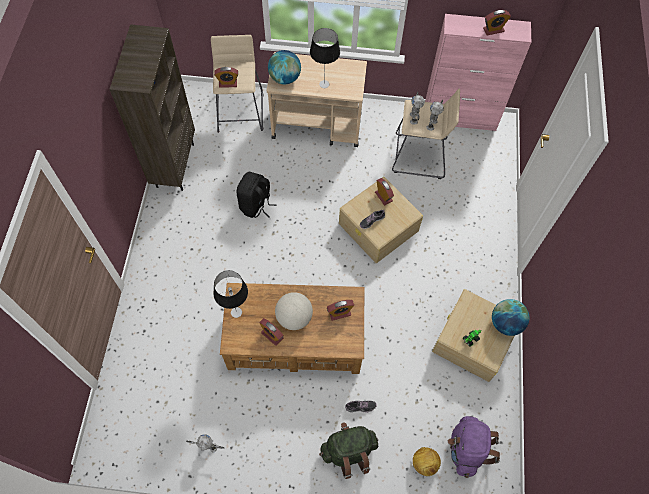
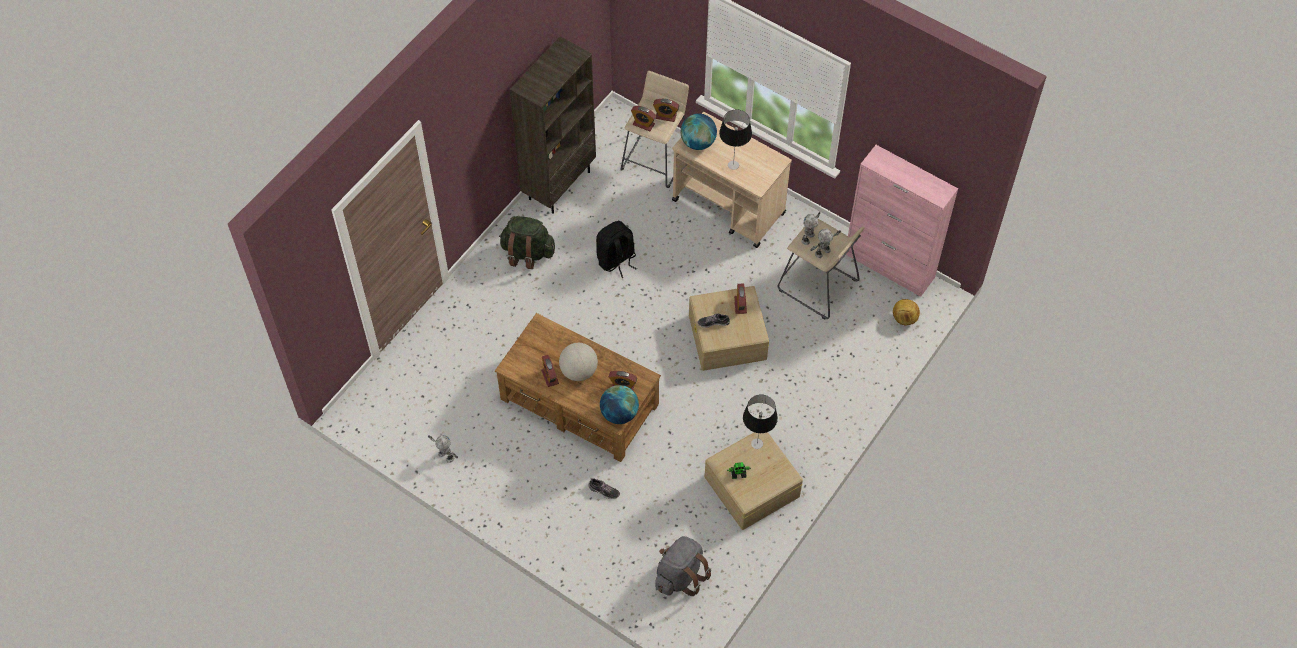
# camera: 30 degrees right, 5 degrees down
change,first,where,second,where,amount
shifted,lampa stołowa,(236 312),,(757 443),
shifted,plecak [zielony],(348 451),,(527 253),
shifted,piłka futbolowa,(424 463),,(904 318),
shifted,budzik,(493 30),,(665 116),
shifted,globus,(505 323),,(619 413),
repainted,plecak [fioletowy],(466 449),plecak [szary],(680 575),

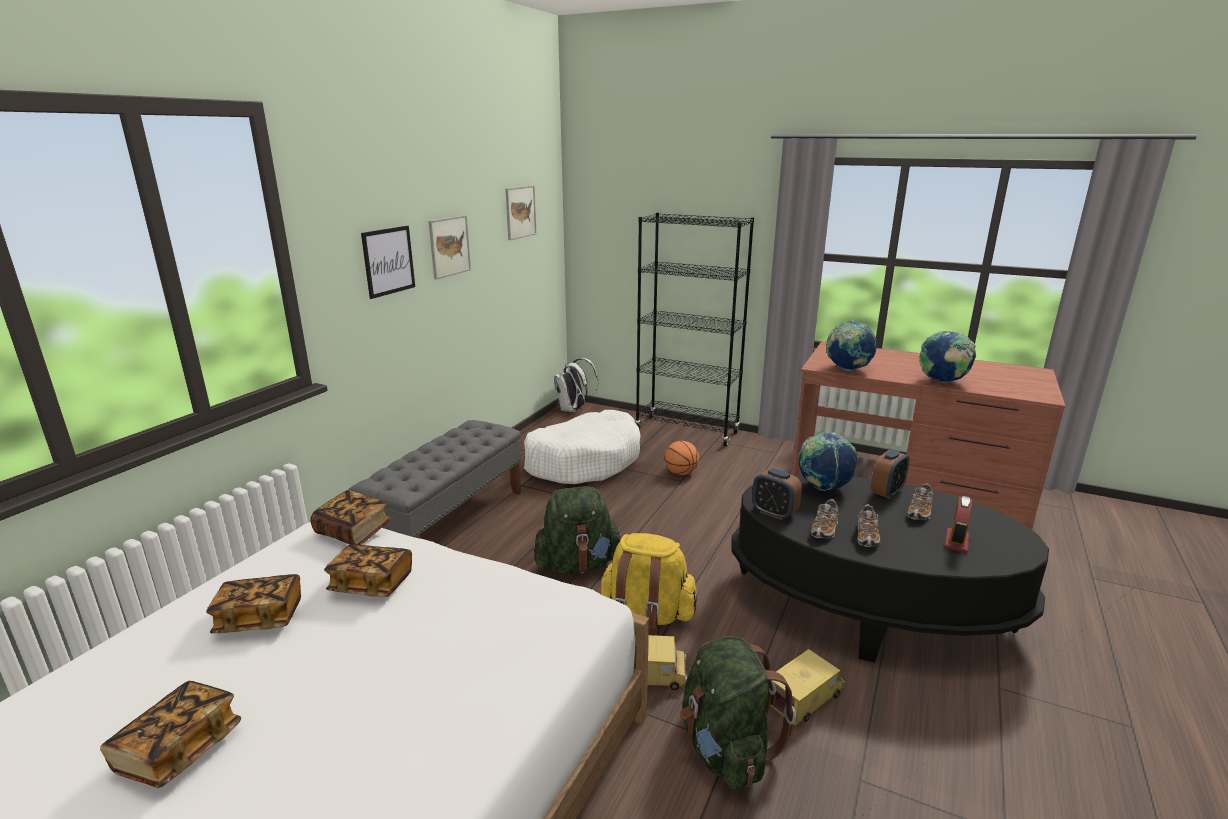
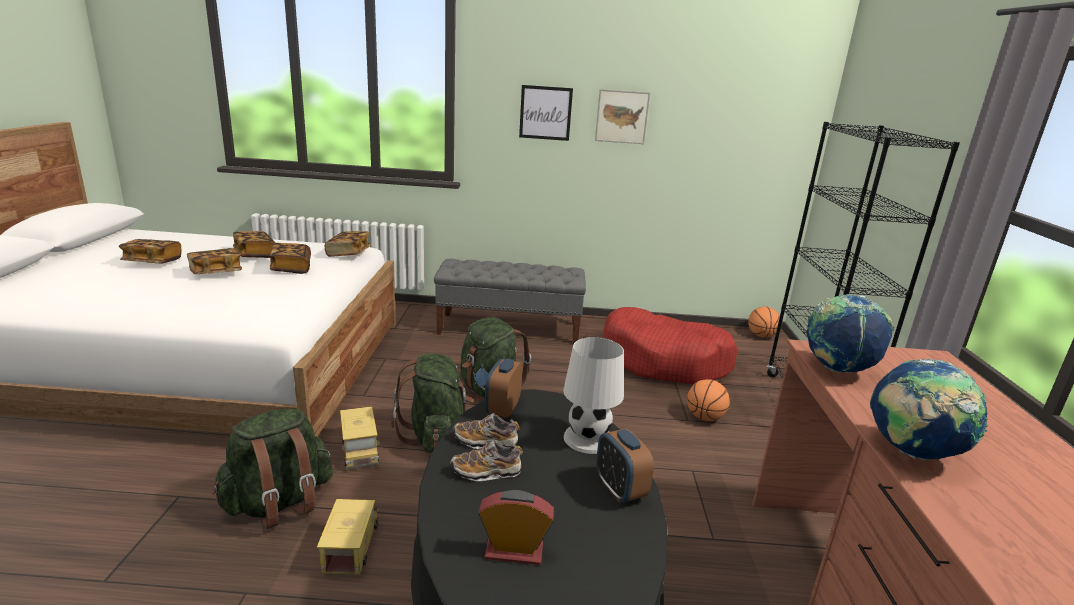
# camera: 65 degrees right, 0 degrees up
change,first,where,second,where,amount
gone,obraz,(520 212),,,
gone,but,(919 511),,,
new,,,książka,(216 272),
swapped,plecak [biały],(573 410),piłka do koszykówki,(761 336),
swapped,globus,(823 488),lampa stołowa [biały],(588 438),
repainted,legowisko [biały],(584 461),legowisko [czerwony],(664 361),
repainted,plecak [żółty],(646 616),plecak [zielony],(435 436),
rotated,ciężarówka zabawkowa,(804 698),,(350 546),120 degrees counterclockwise
rotated,budzik,(887 492),,(620 489),45 degrees clockwise

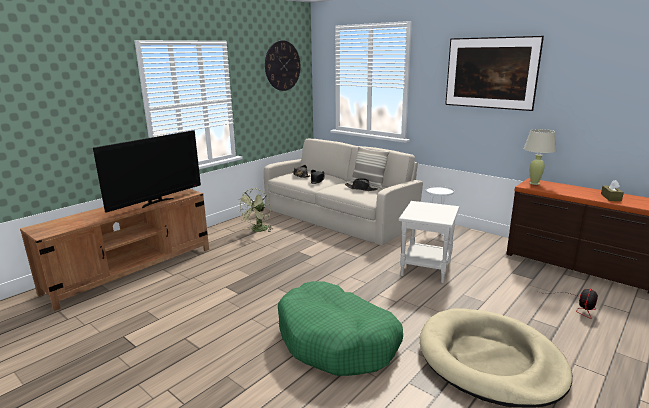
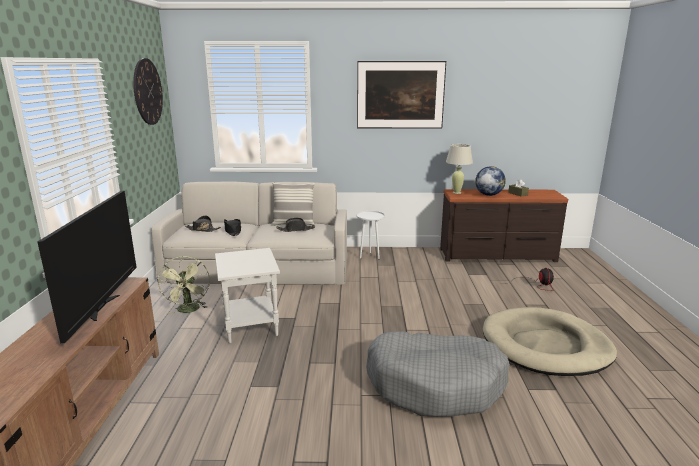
# camera: 40 degrees left, 0 degrees up
change,first,where,second,where,amount
new,,,globus,(488 195),
shifted,stolik [biały],(425 268),,(249 326),
repainted,legowisko [zielony],(337 340),legowisko [szary],(435 384),

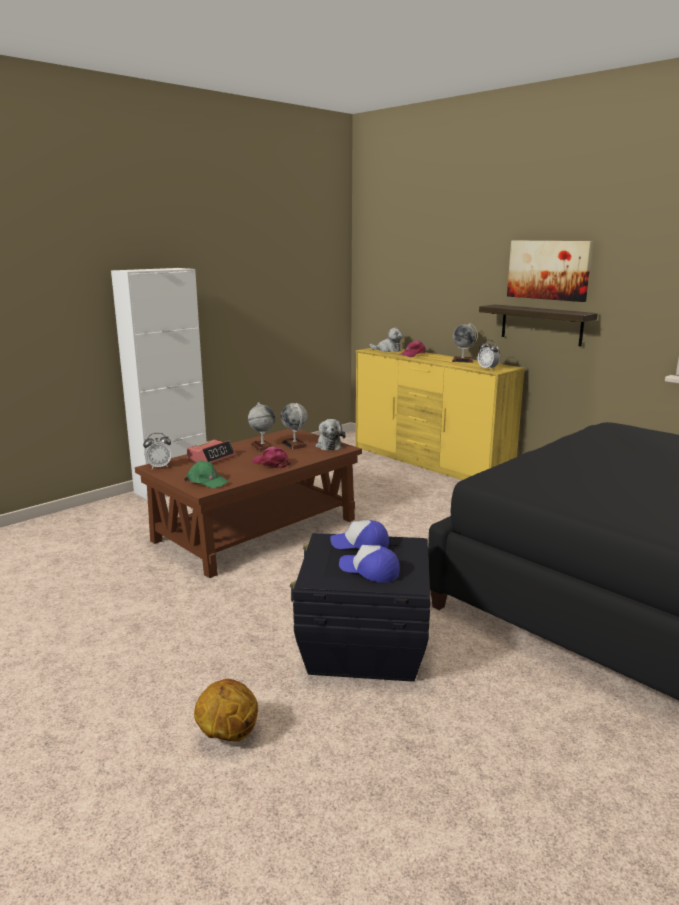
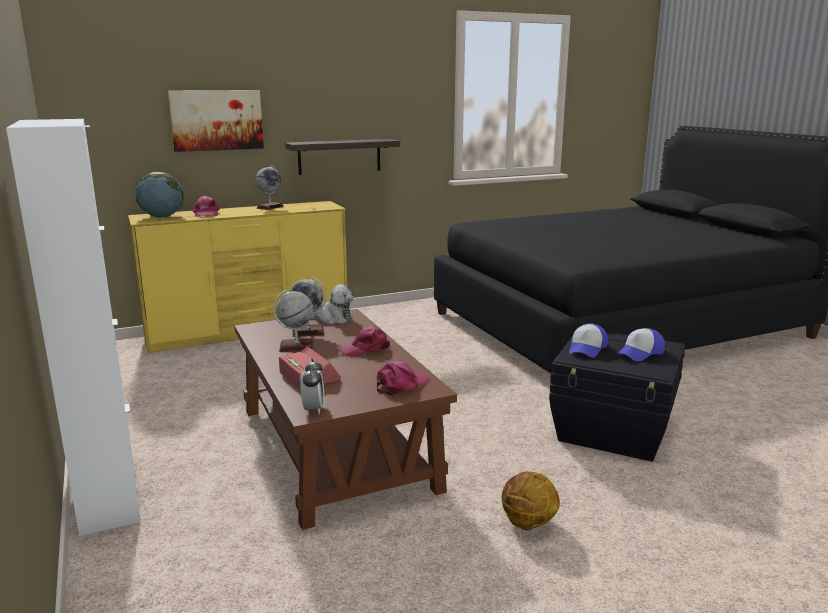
# camera: 70 degrees left, 0 degrees up
change,first,where,second,where,amount
gone,budzik,(487 369),,,
shifted,piłka do koszykówki,(227 735),,(527 524),
shifted,obraz,(548 270),,(217 120),
swapped,pluszak,(387 350),globus,(161 216),
repainted,czapka z daszkiem [zielony],(206 481),czapka z daszkiem [różowy],(401 385),

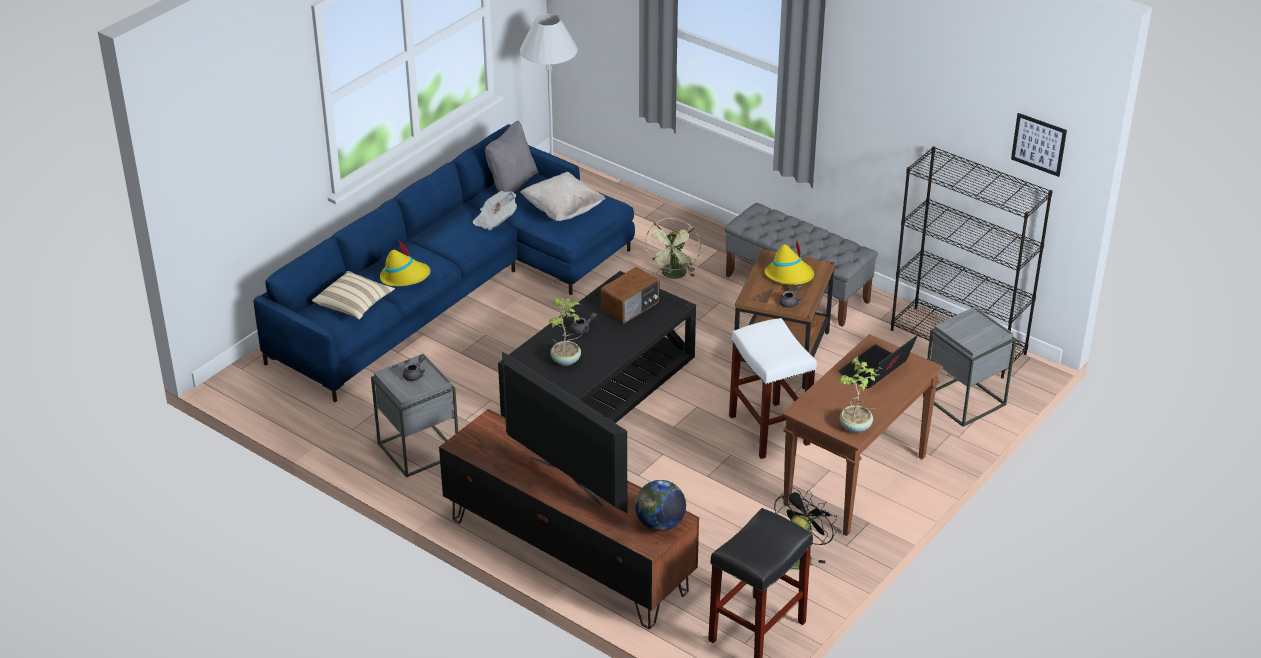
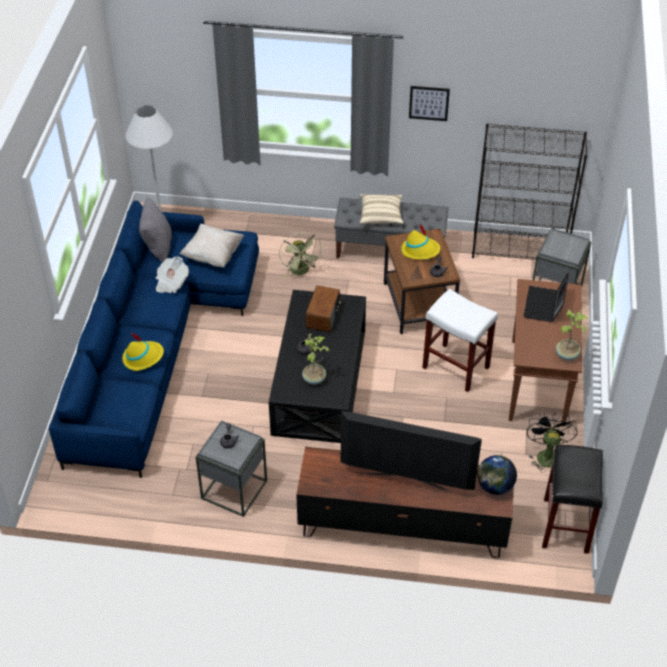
# camera: 30 degrees left, 10 degrees up
change,first,where,second,where,amount
shifted,poduszka [beżowy],(354 305),,(380 215),
shifted,obraz,(1039 144),,(429 103),

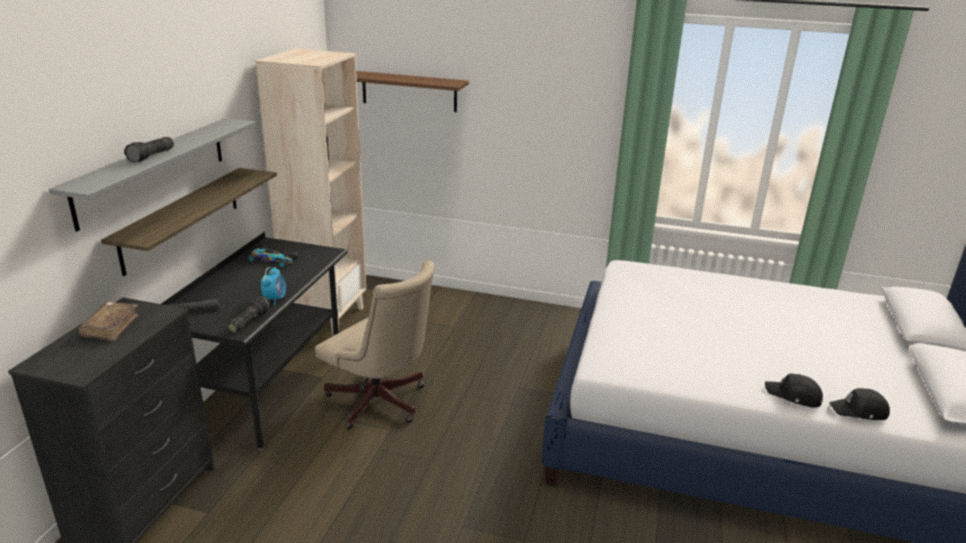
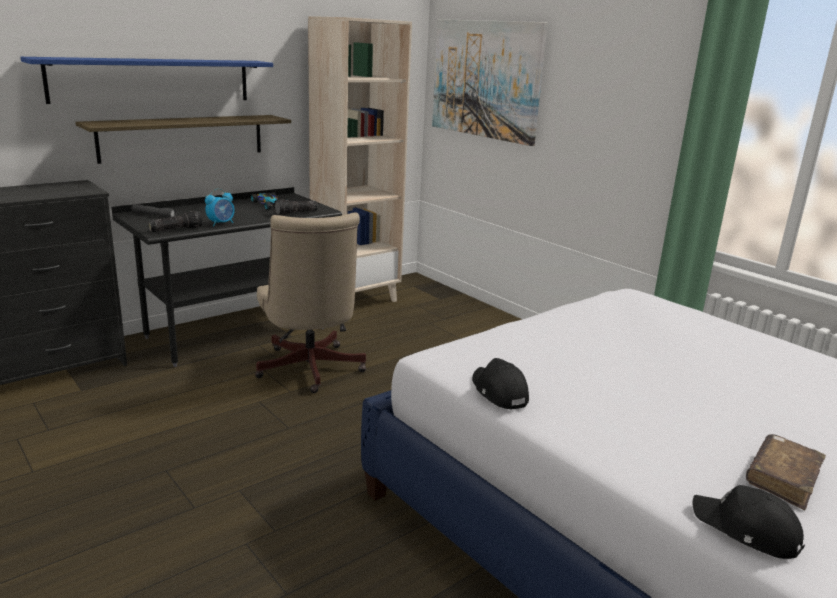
# camera: 35 degrees right, 5 degrees down
change,first,where,second,where,amount
shifted,książka [brązowy],(110 327),,(782 479),
shifted,latarka,(152 156),,(296 213),
shifted,czapka z daszkiem [czarny],(793 396),,(498 392),
swapped,półka [brązowy],(409 91),obraz,(485 79),
repainted,półka [szary],(153 169),półka [niebieski],(153 80),

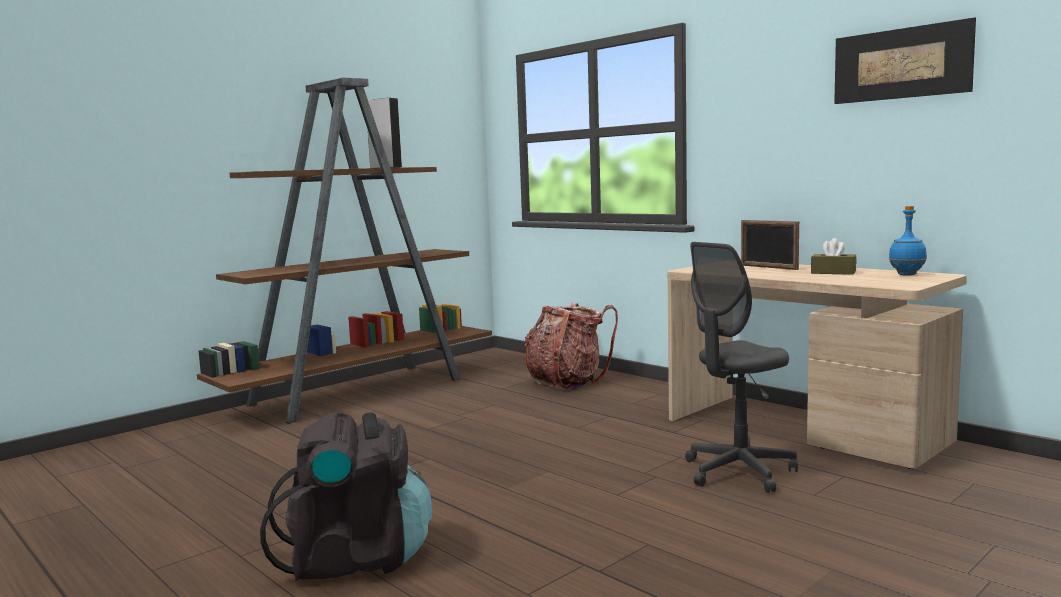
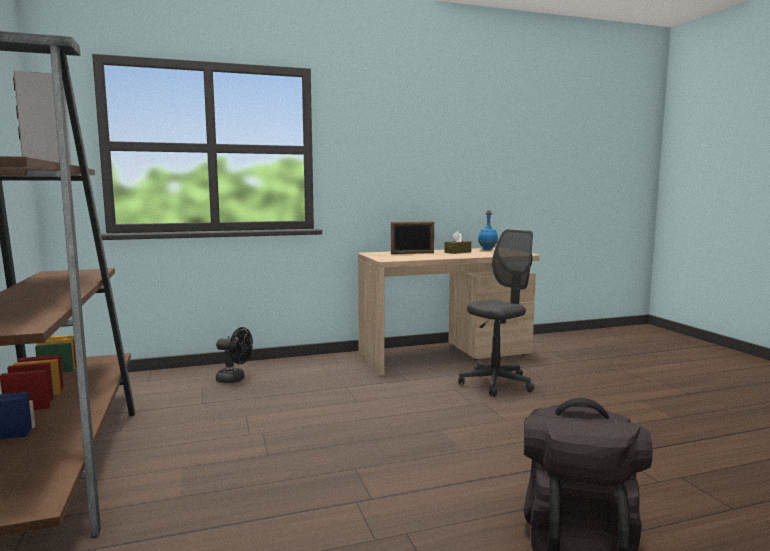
# camera: 65 degrees left, 0 degrees up
change,first,where,second,where,amount
gone,obraz,(901 63),,,
swapped,plecak,(567 381),wentylator [czarny],(235 379),
rotated,krzesło biurowe [szary],(738 472),,(496 384),120 degrees counterclockwise

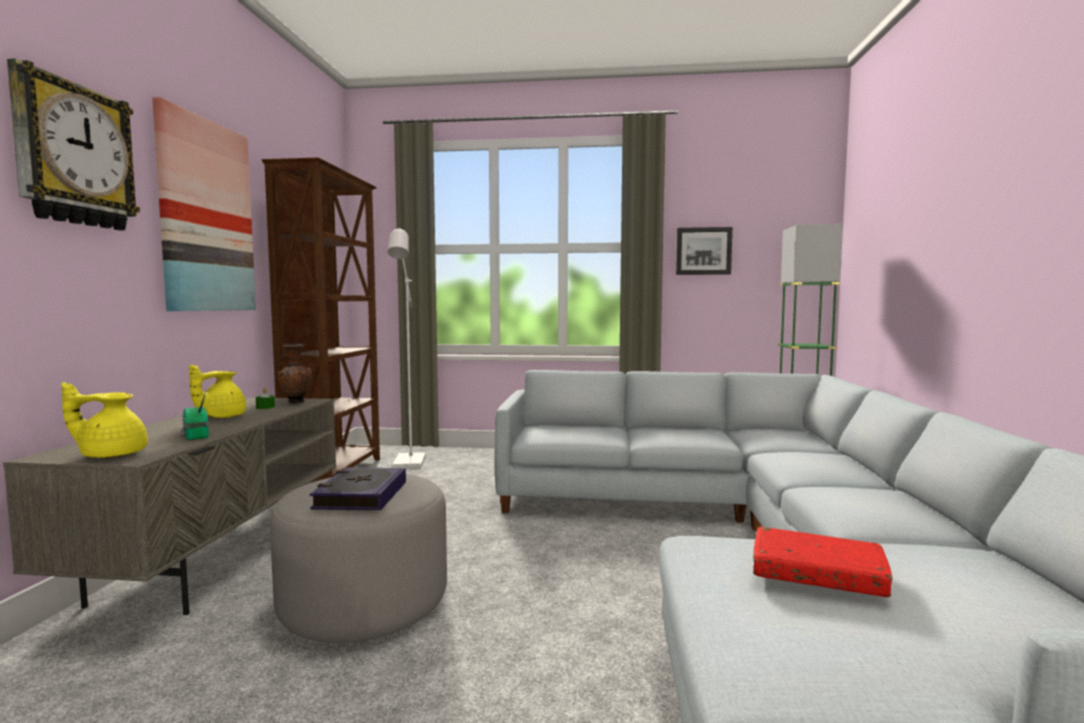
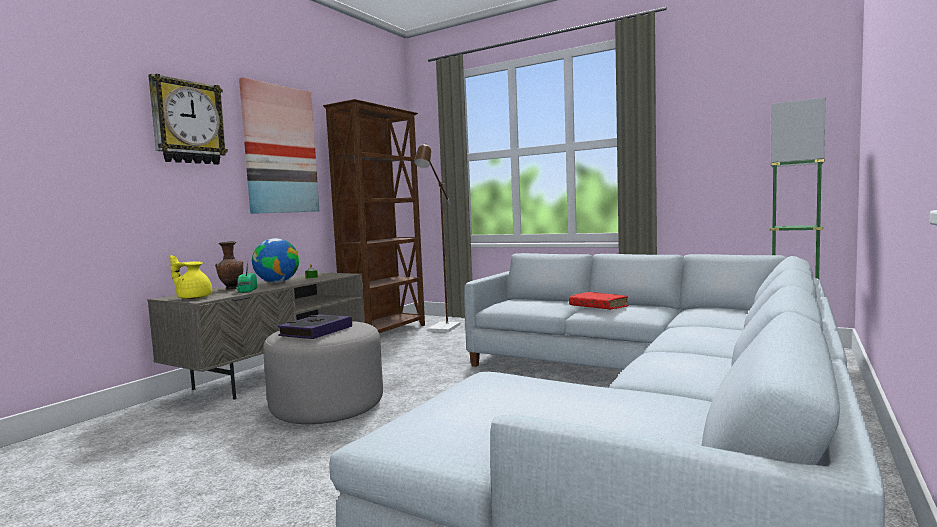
# camera: 25 degrees right, 0 degrees up
change,first,where,second,where,amount
gone,obraz,(703 251),,,
shifted,wazon [brązowy],(295 402),,(231 289),
shifted,książka [czerwony],(817 575),,(598 307),
swapped,imbryk [żółty],(220 417),globus,(277 282),
repainted,lampa stojąca [biały],(408 464),lampa stojąca [brązowy],(441 329),

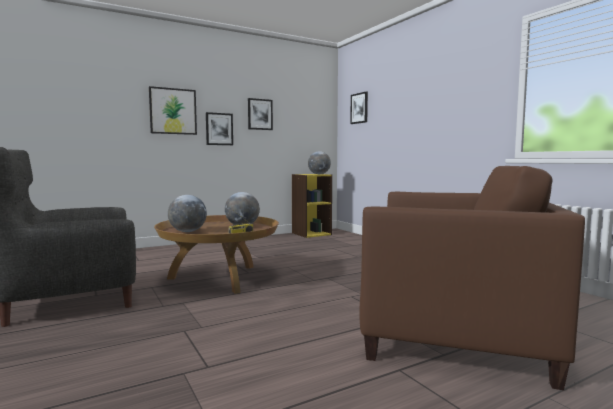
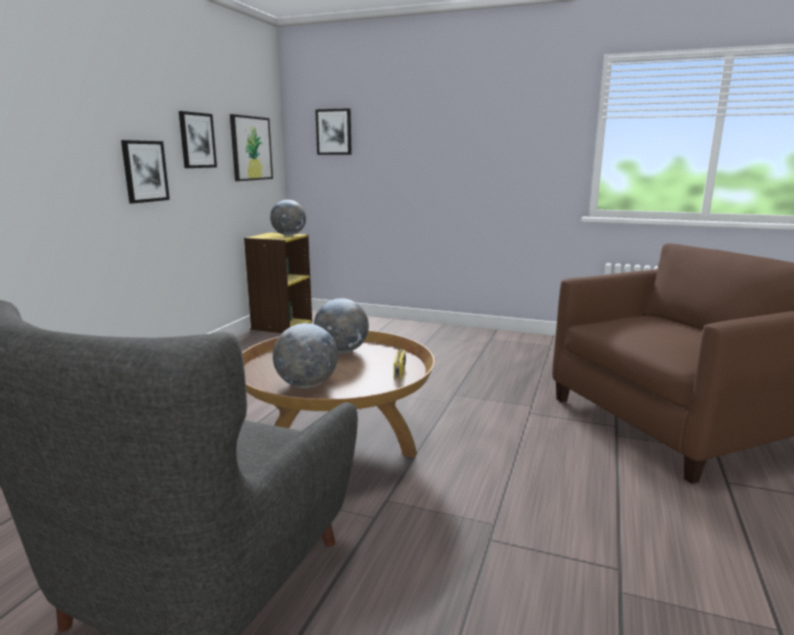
# camera: 40 degrees left, 10 degrees up
change,first,where,second,where,amount
shifted,obraz,(173 111),,(251 148),

